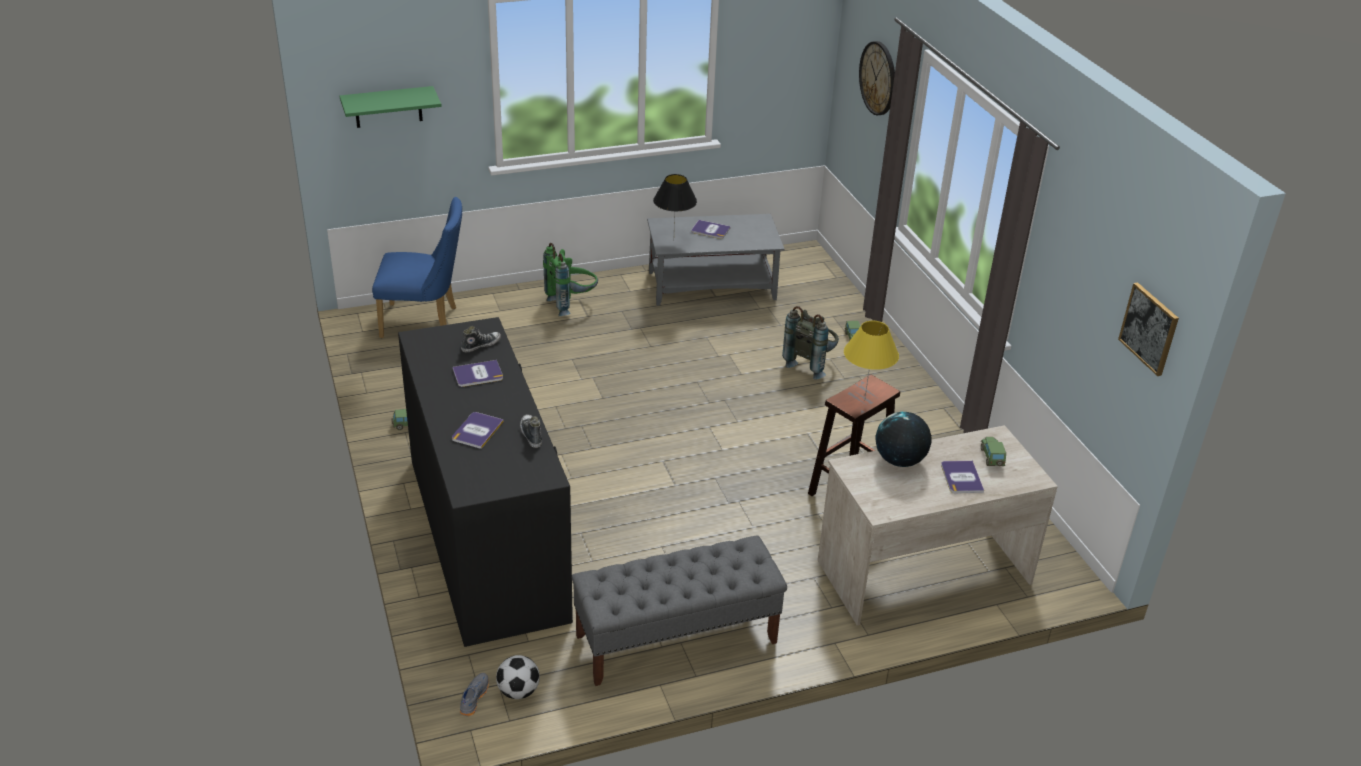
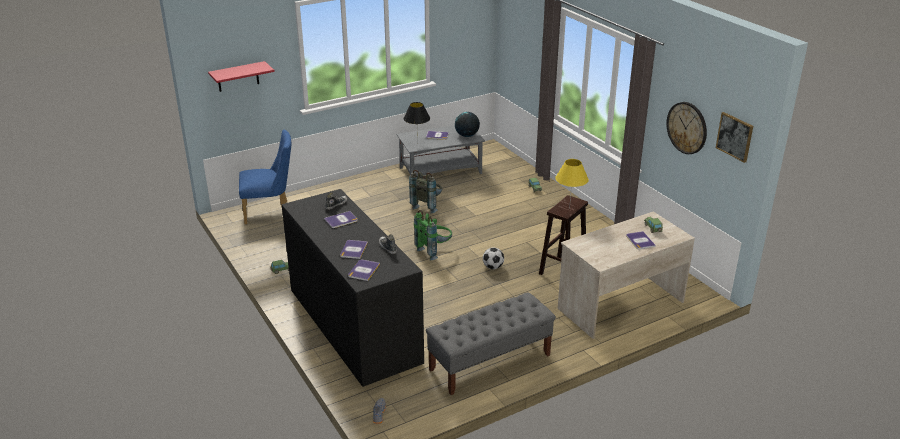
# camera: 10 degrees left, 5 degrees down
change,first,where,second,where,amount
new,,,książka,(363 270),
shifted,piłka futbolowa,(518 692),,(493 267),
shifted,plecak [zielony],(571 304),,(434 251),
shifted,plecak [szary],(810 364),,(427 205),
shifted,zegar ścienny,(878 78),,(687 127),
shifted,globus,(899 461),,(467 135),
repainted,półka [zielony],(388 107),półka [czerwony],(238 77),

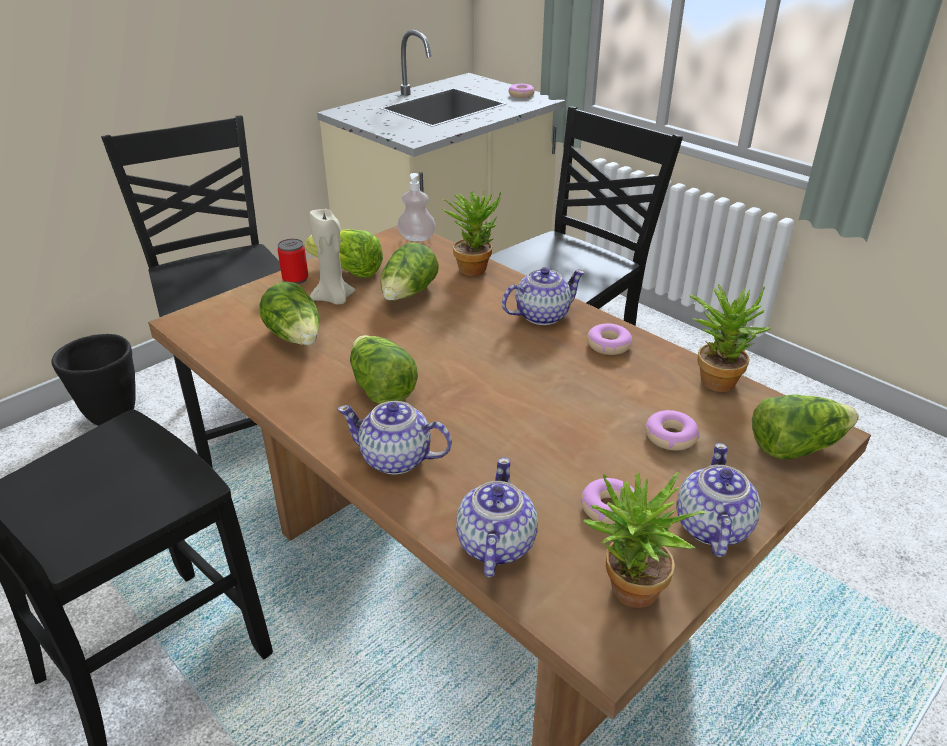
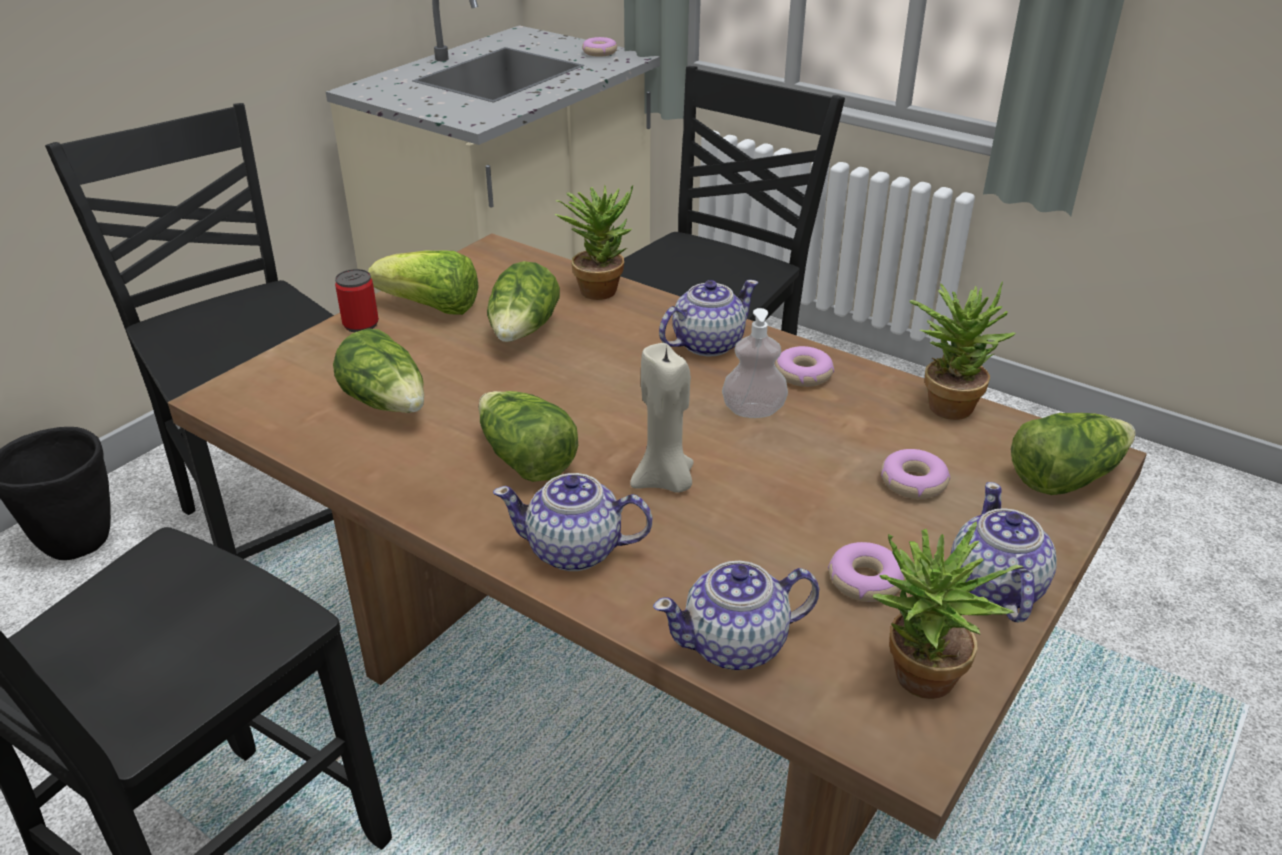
# camera: 10 degrees left, 0 degrees up
change,first,where,second,where,amount
shifted,świeca [beżowy],(334 299),,(665 482),
shifted,dozownik mydła,(417 238),,(753 411),
rotated,imbryk,(495 545),,(736 645),105 degrees counterclockwise

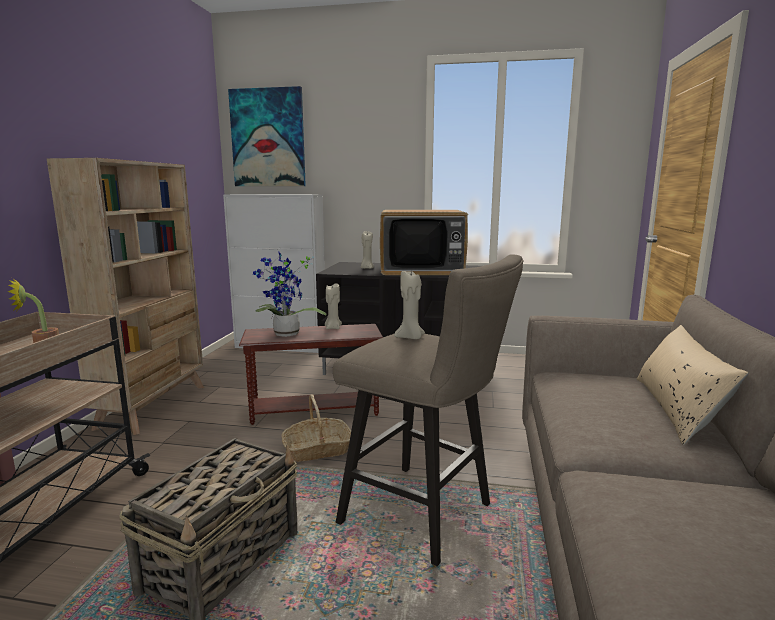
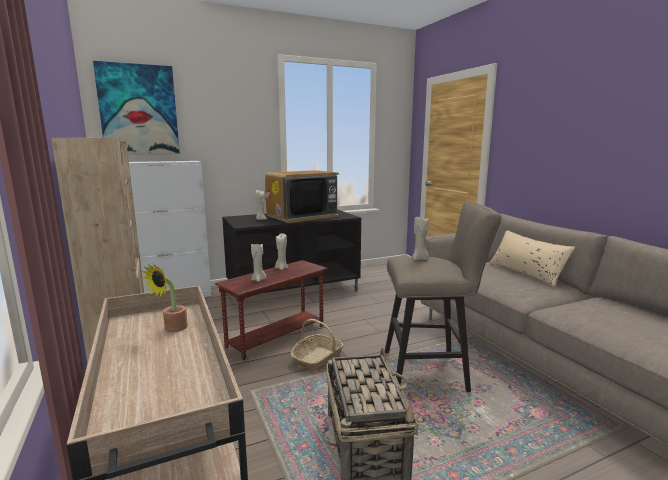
# camera: 35 degrees left, 0 degrees up
change,first,where,second,where,amount
swapped,roślina doniczkowa,(285 335),świeca [beżowy],(259 280),

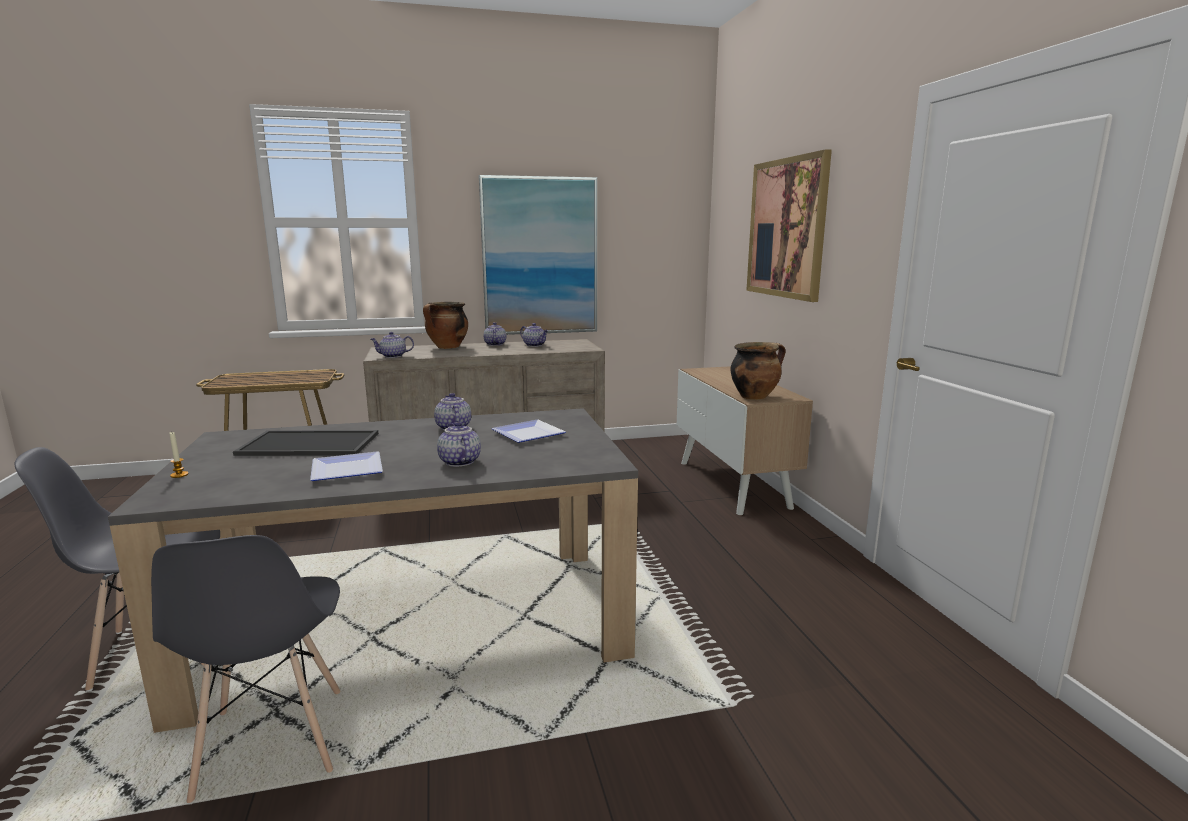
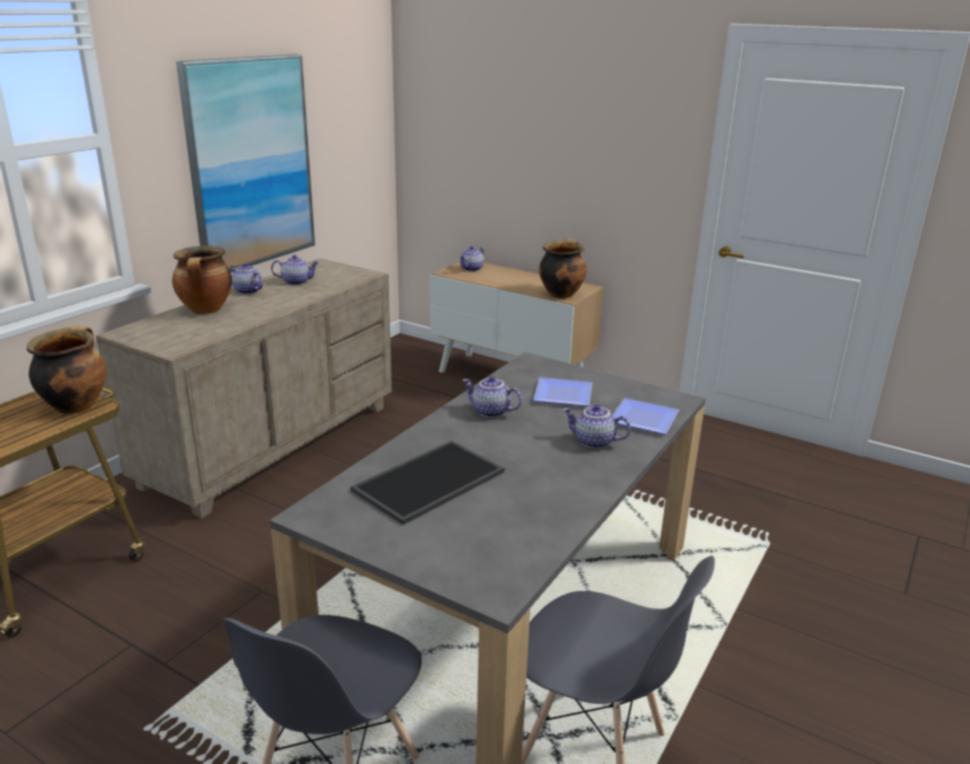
# camera: 45 degrees left, 10 degrees up
change,first,where,second,where,amount
gone,świeca,(179 475),,,
gone,obraz,(786 228),,,
new,,,garnek,(75 405),
shifted,talerz,(349 470),,(646 419),
shifted,imbryk,(393 356),,(472 269),

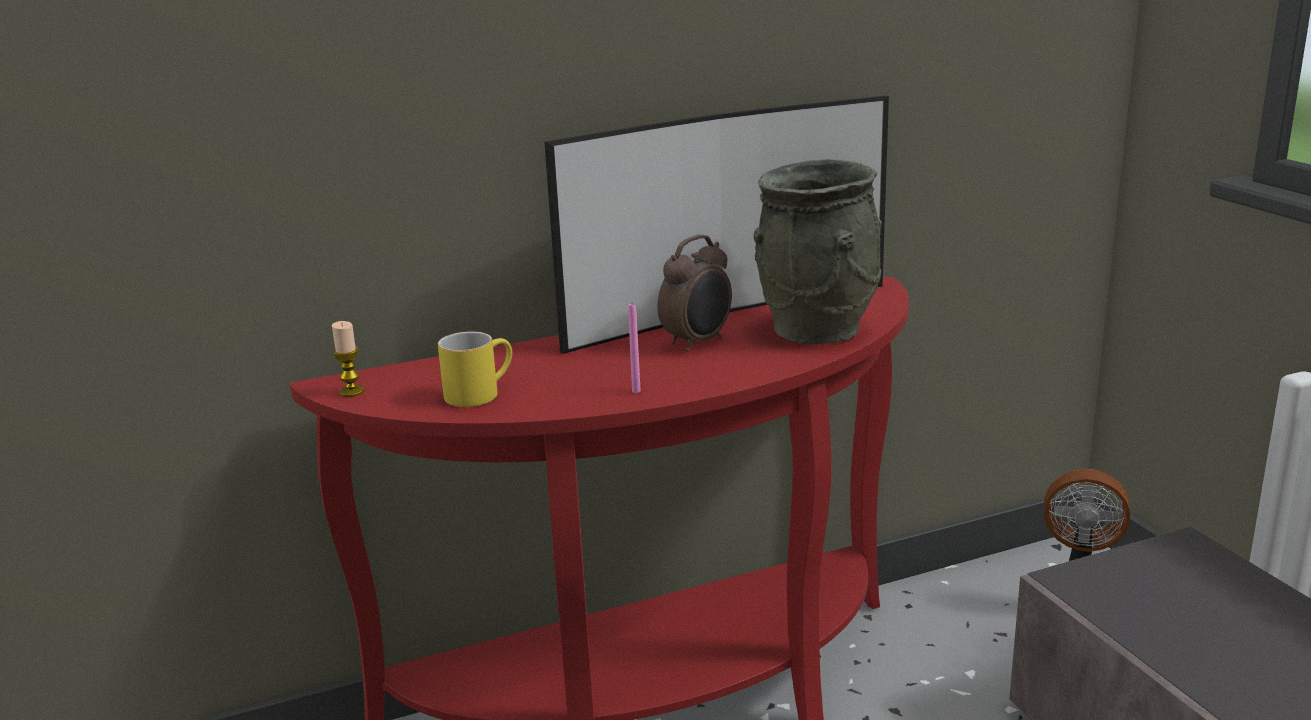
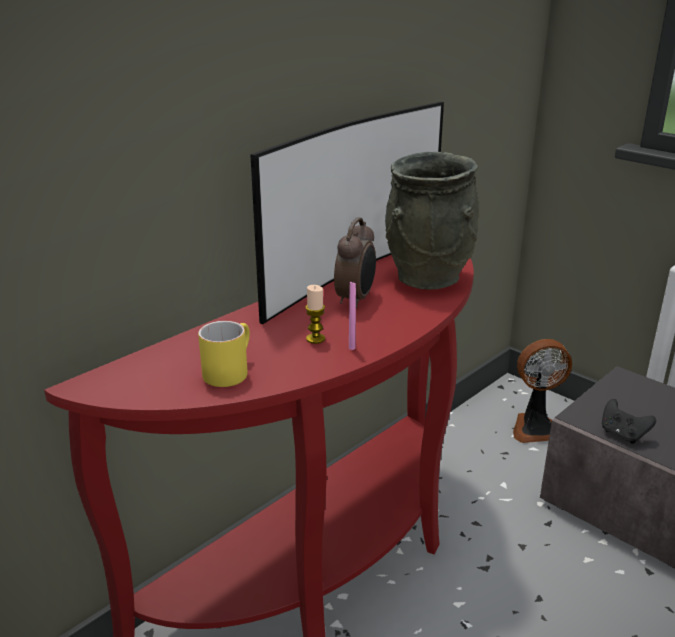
# camera: 25 degrees left, 5 degrees up
change,first,where,second,where,amount
new,,,pad do gier [czarny],(622 434),
shifted,świeca,(351 392),,(315 339),

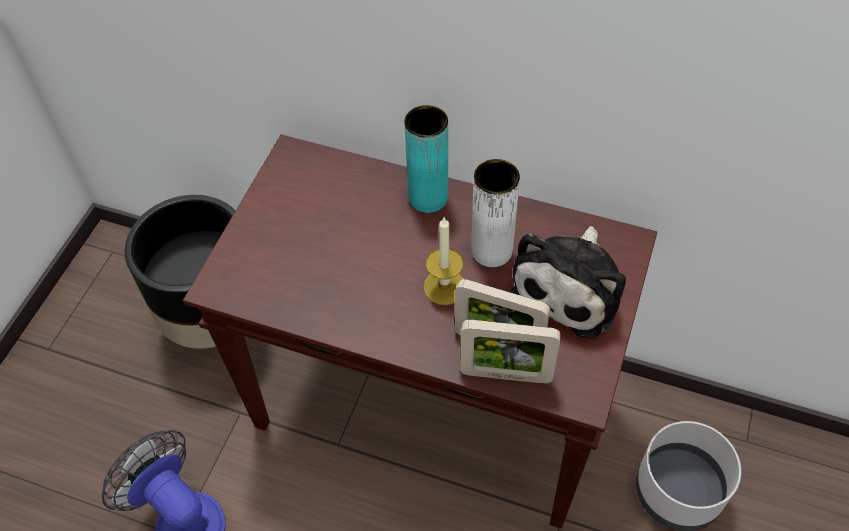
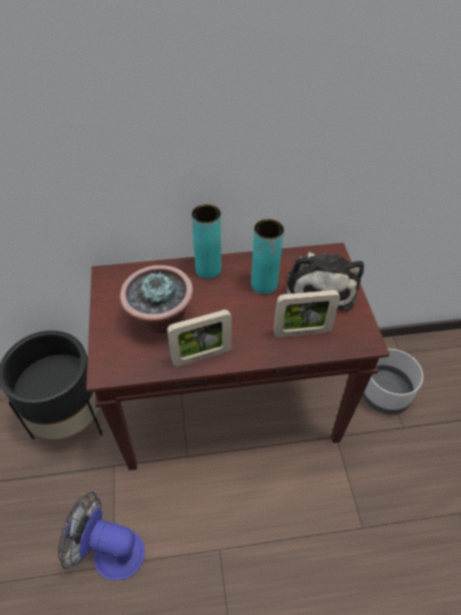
# camera: 30 degrees left, 5 degrees down
change,first,where,second,where,amount
gone,świeca,(444 287),,,
new,,,roślina doniczkowa,(160 319),
shifted,ramka na zdjęcie,(506 375),,(201 356),
repainted,wazon [biały],(491 251),wazon [turkusowy],(264 284),

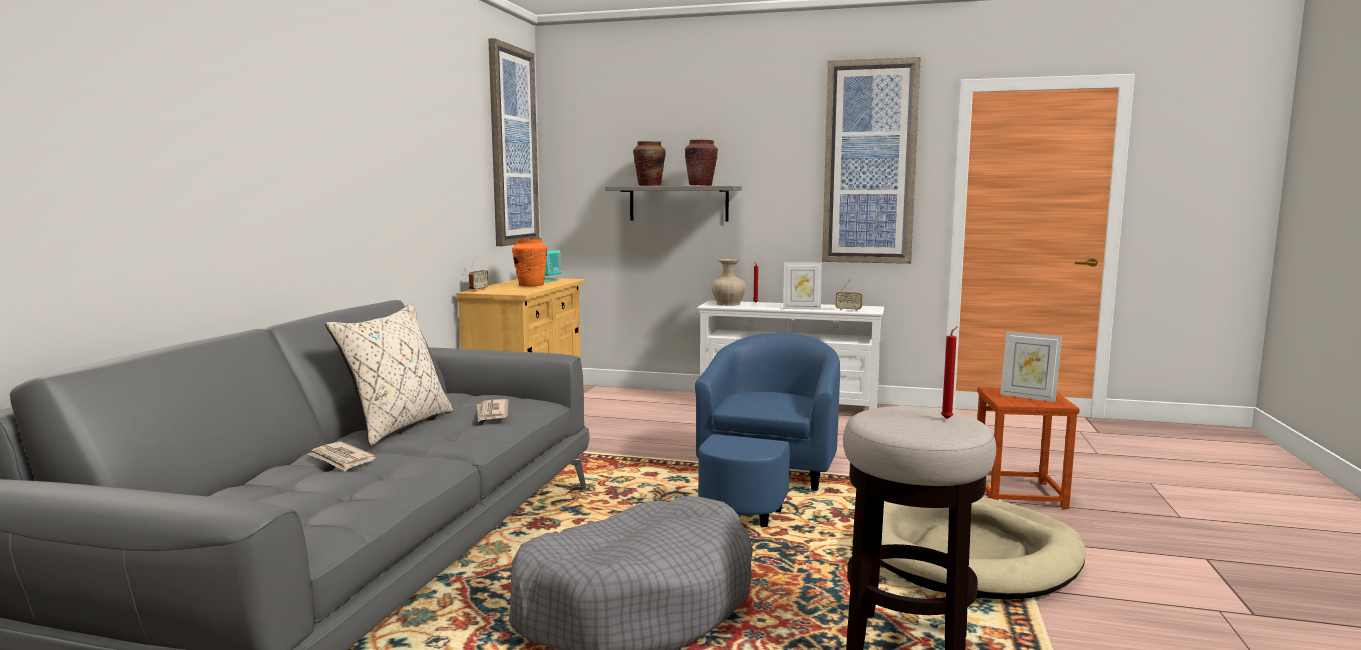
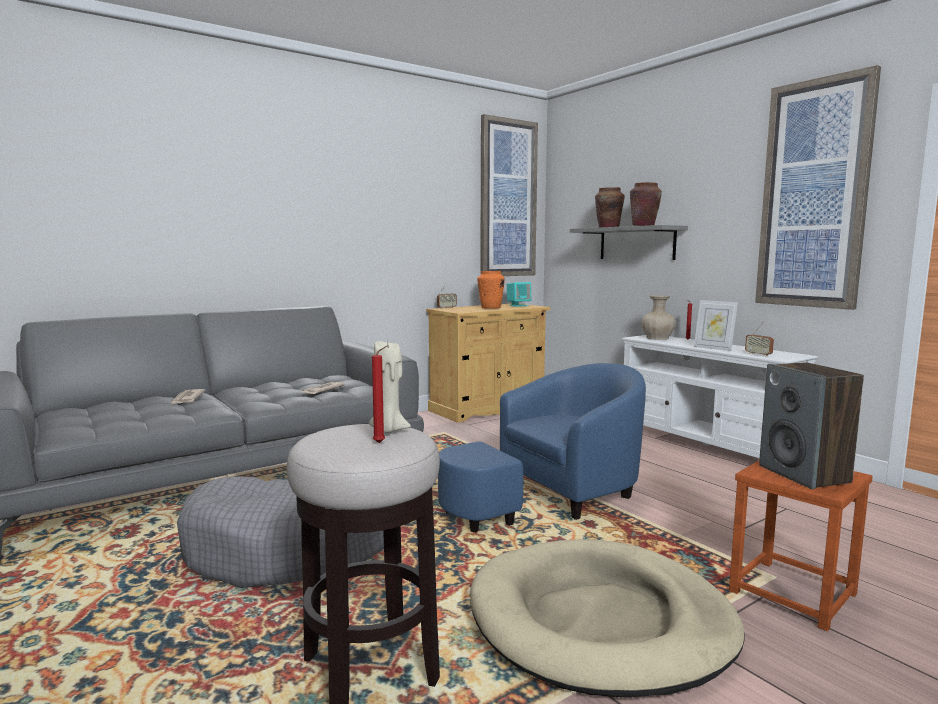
# camera: 40 degrees right, 0 degrees up
change,first,where,second,where,amount
gone,poduszka [beżowy],(397 426),,,
new,,,świeca [beżowy],(389 430),
swapped,ramka na zdjęcie,(1028 397),głośnik,(804 474),

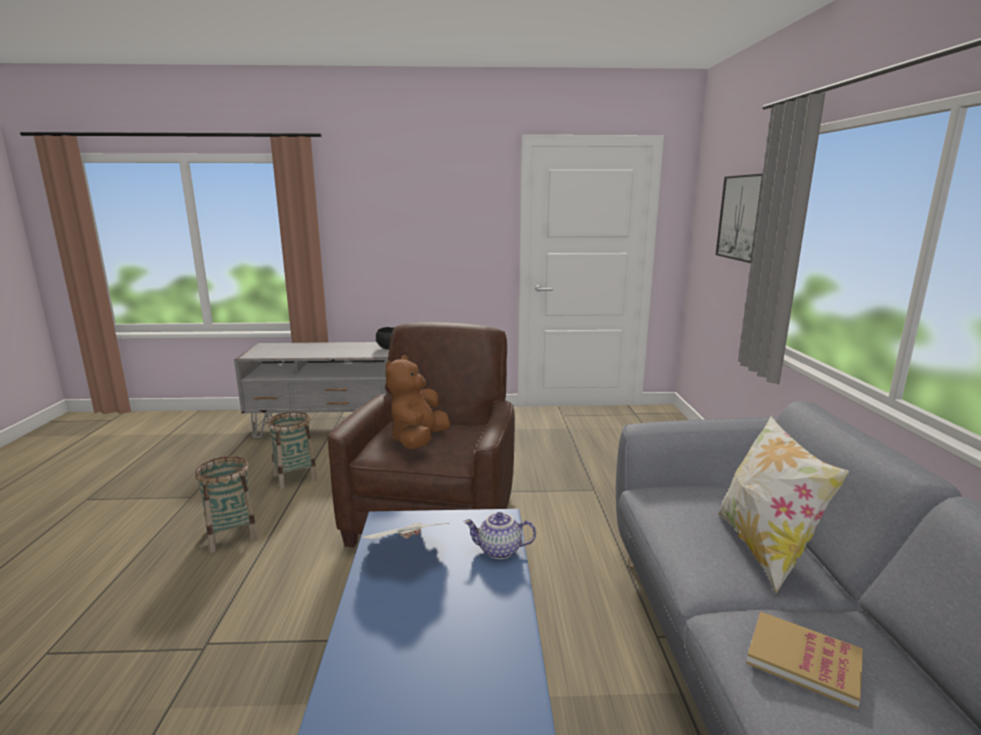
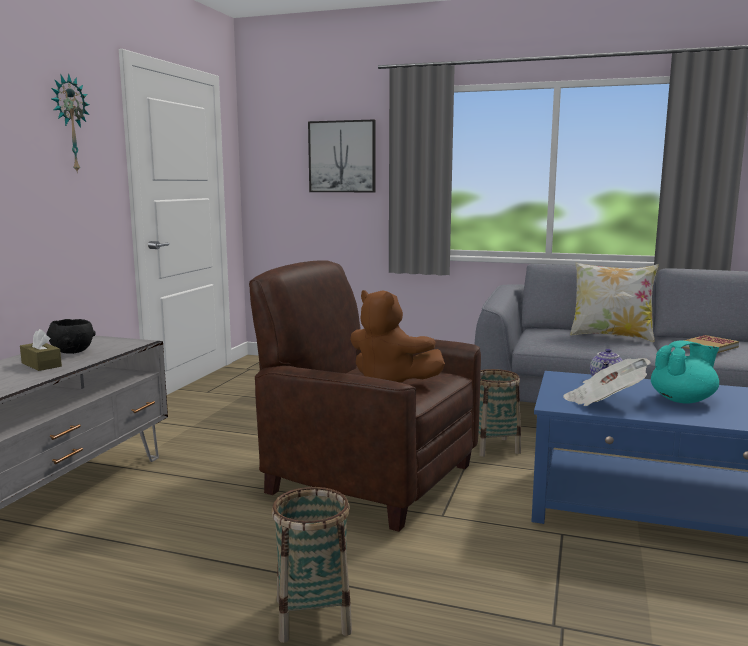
# camera: 70 degrees left, 5 degrees down
change,first,where,second,where,amount
new,,,pudełko chusteczek [brązowy],(41 365),
new,,,zegar ścienny,(69 124),
new,,,imbryk [turkusowy],(683 400),
shifted,koszyk,(295 477),,(493 447),

